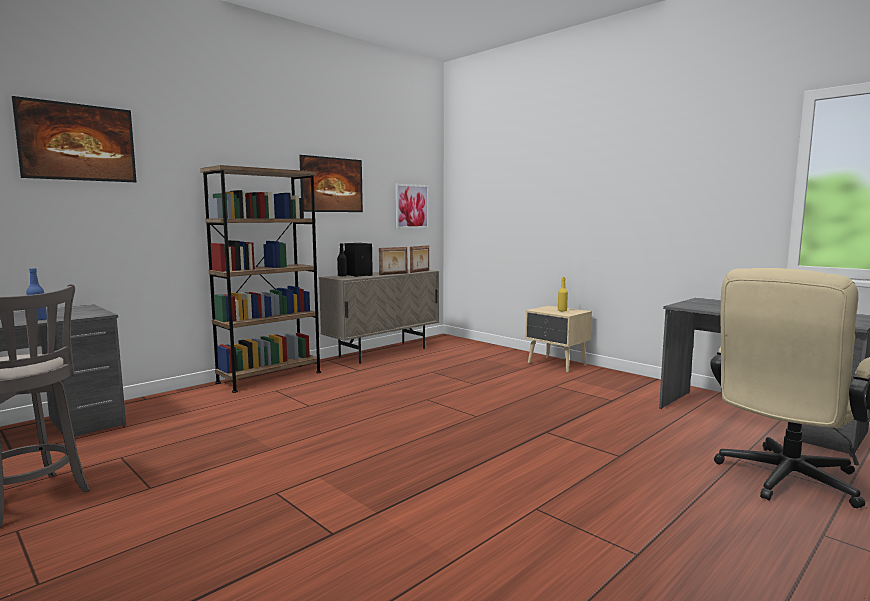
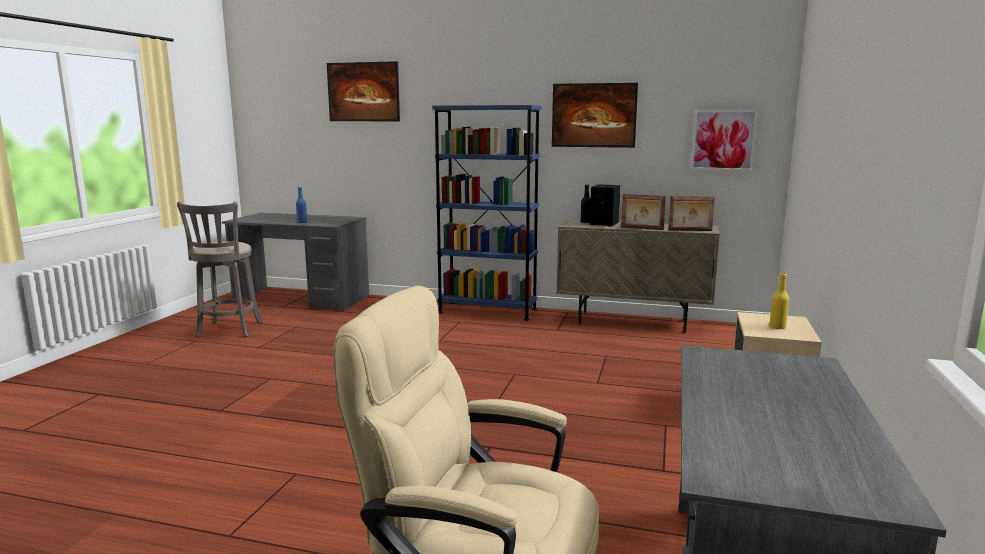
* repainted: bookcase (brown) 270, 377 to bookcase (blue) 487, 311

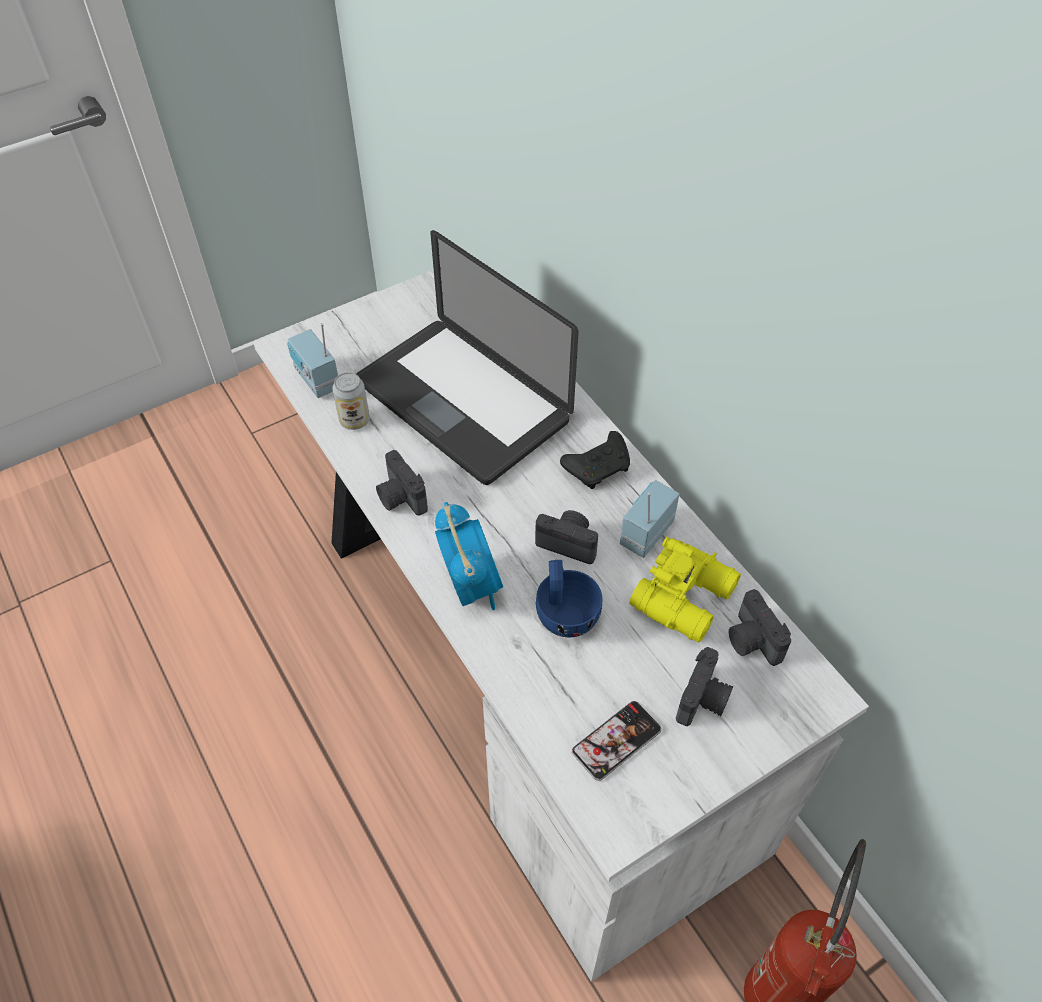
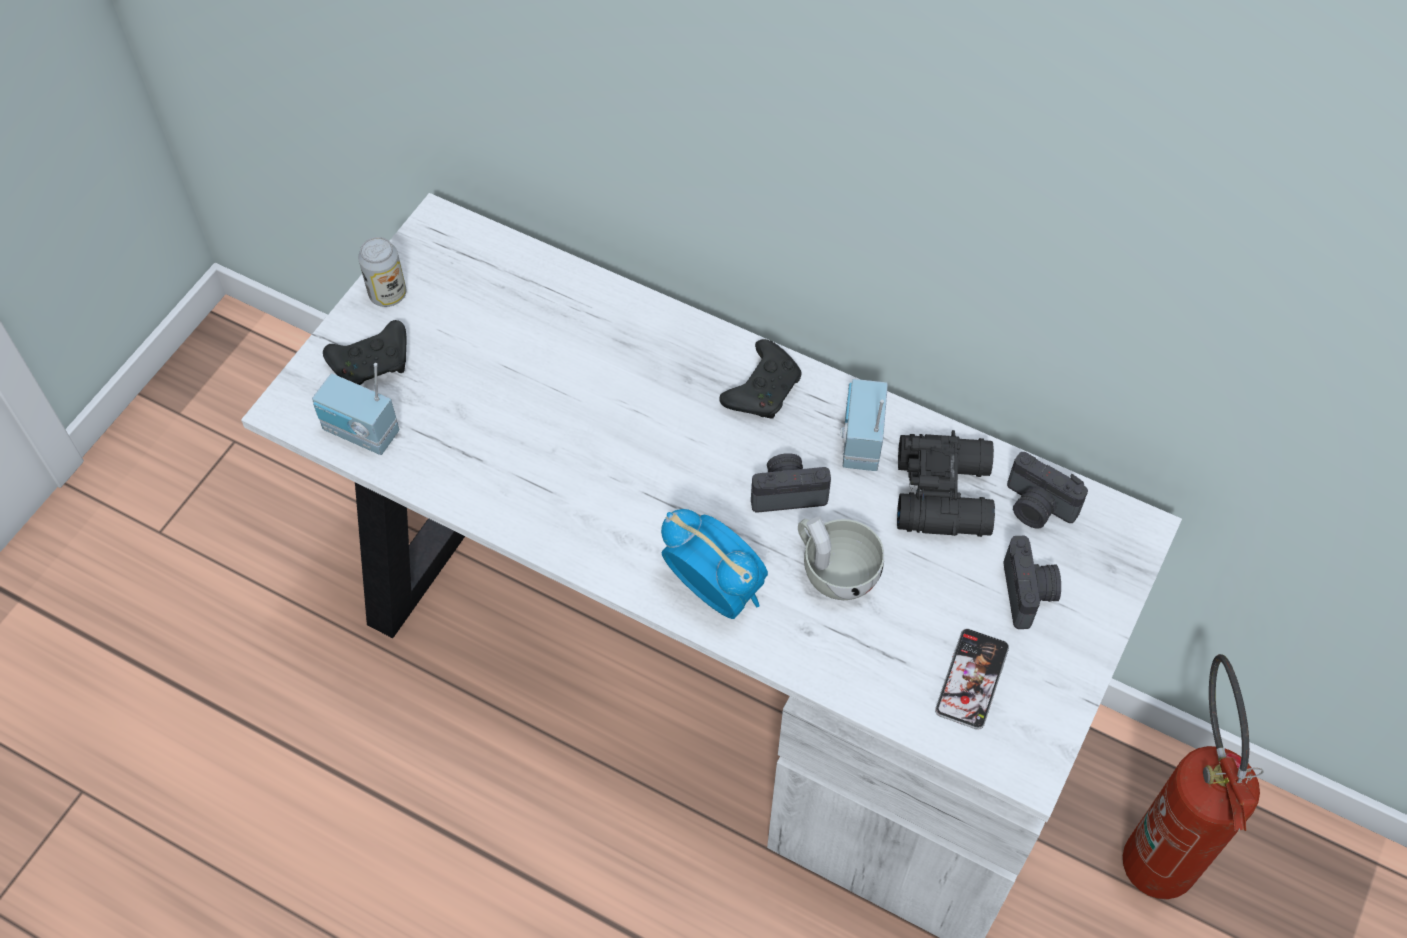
* gone: laptop 462, 402
* shifted: can 354, 420 to 388, 294
* gone: photo camera 400, 498
* repainted: binoculars (yellow) 686, 597 to binoculars (black) 945, 492
* repainted: cup (blue) 565, 611 to cup (white) 833, 570
* new: game controller (black) 373, 363

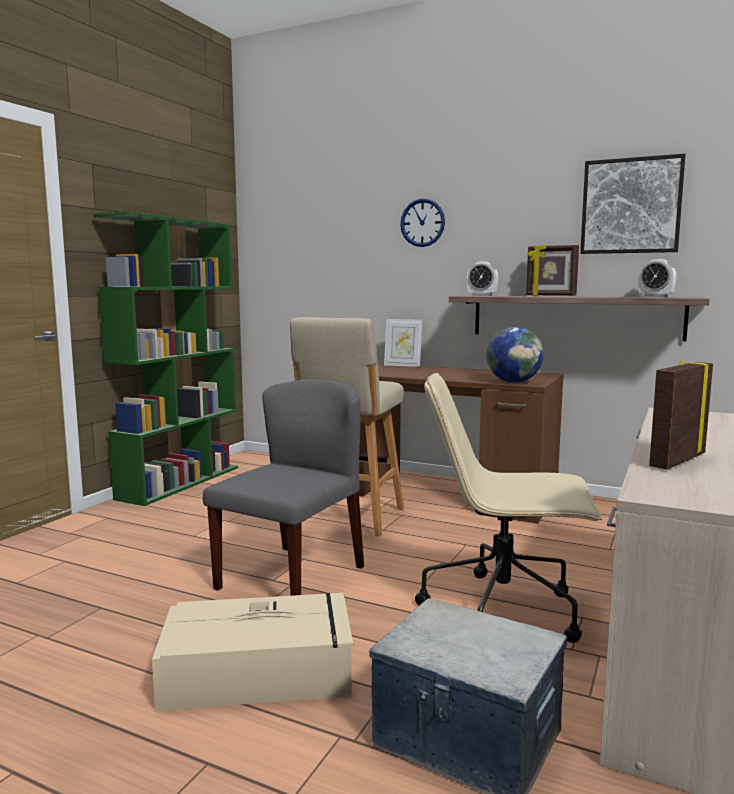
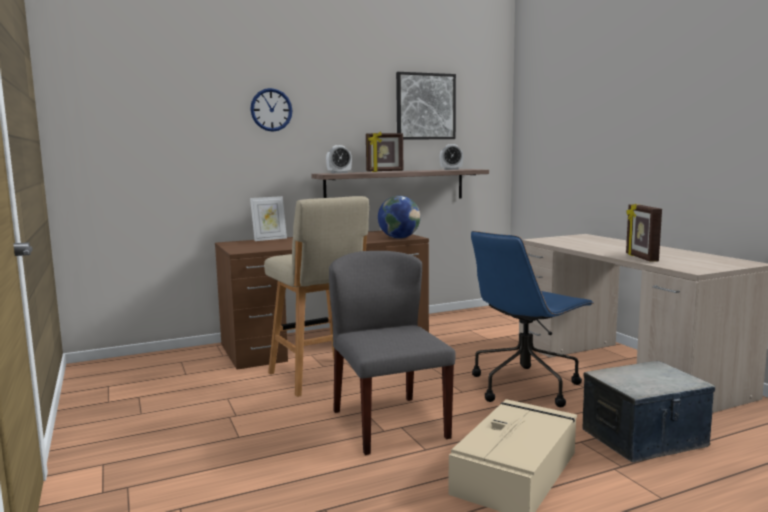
* gone: bookcase (green) 180, 482
* repainted: office chair (beige) 504, 611 to office chair (blue) 525, 385

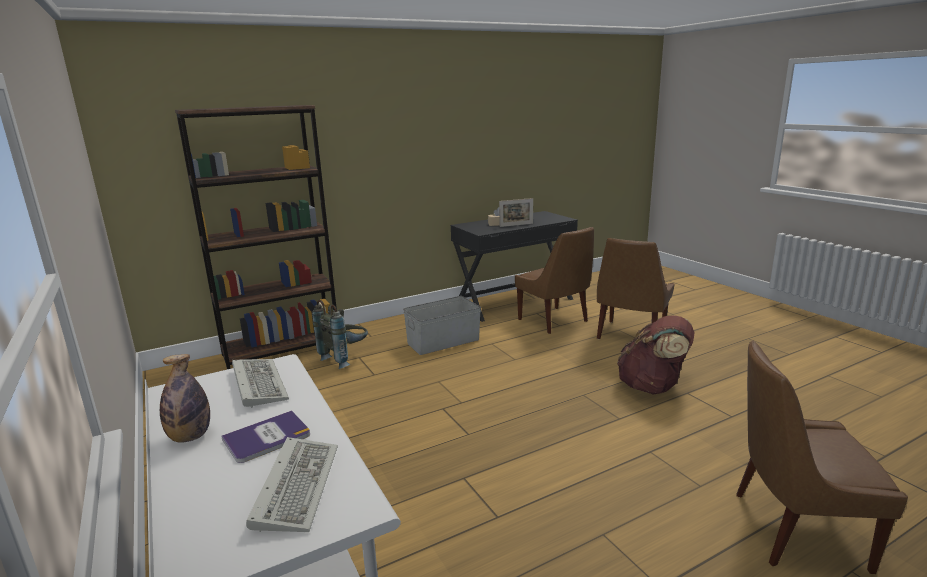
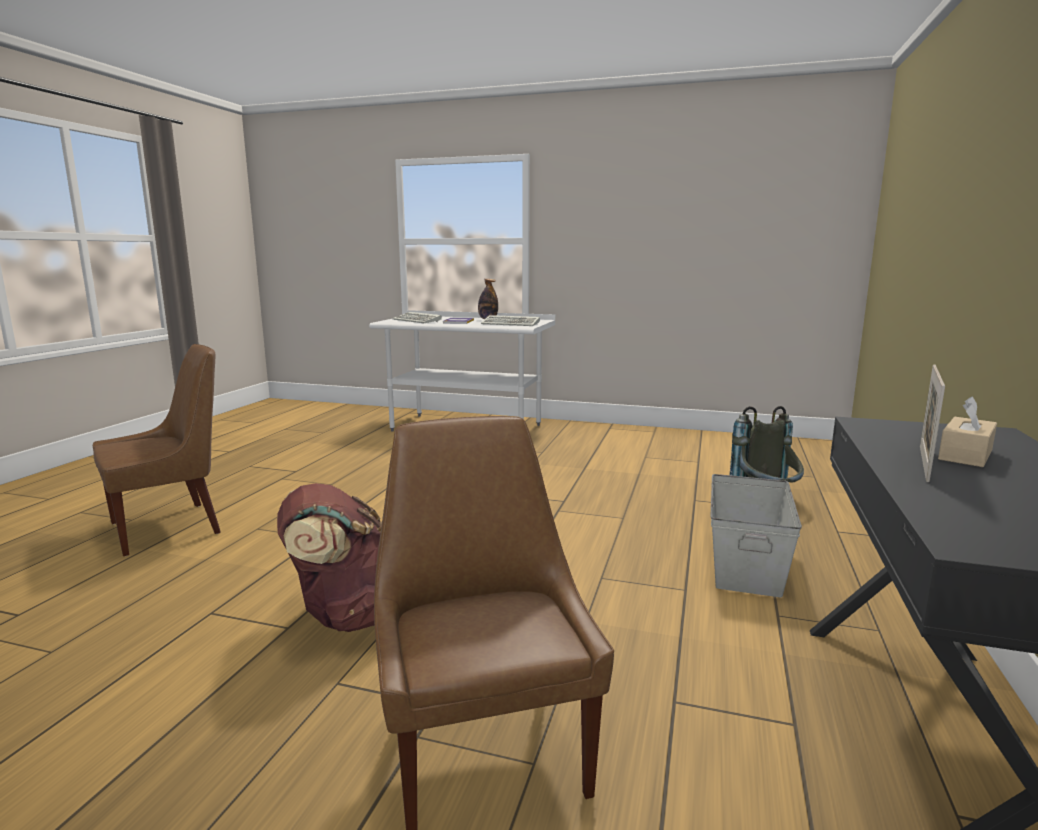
* gone: bookcase (brown) 282, 350
* gone: chair (brown) 554, 321

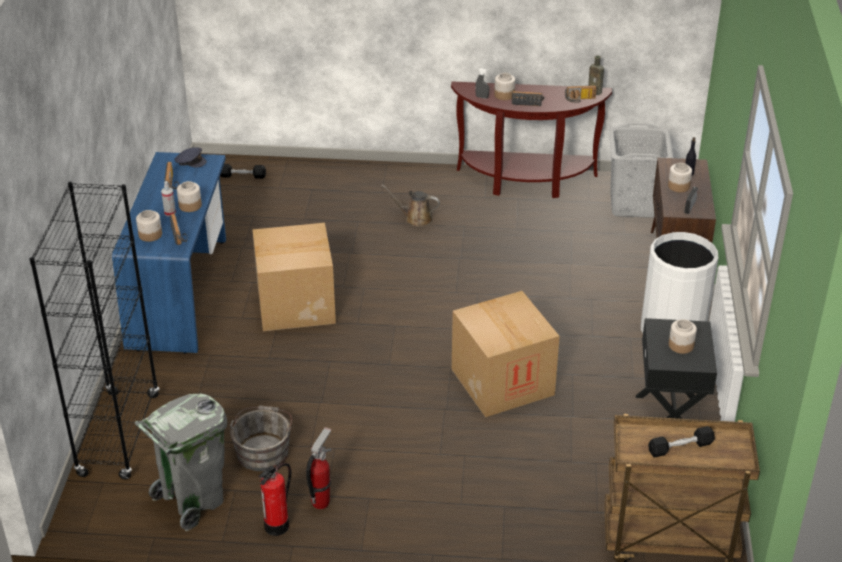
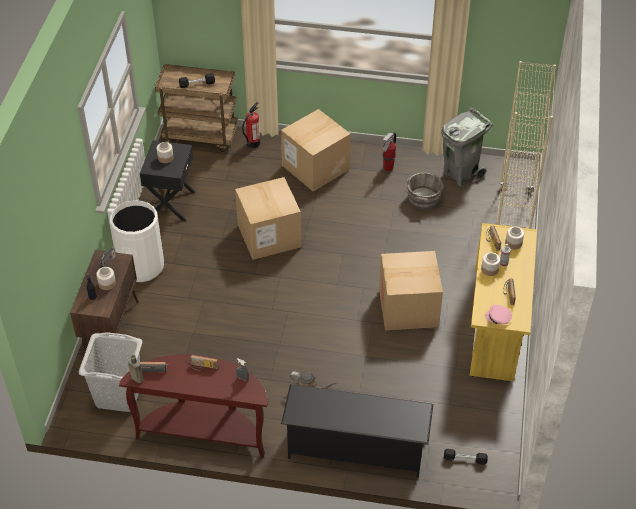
* gone: jar 504, 95
* repainted: cap (grey) 190, 161 to cap (pink) 498, 318
* repainted: desk (blue) 181, 292 to desk (yellow) 496, 325
* repainted: bookcase (black) 119, 435 to bookcase (beige) 513, 215
* shifted: fire extinguisher 277, 526 to 253, 143
* new: cardboard box 315, 167
* new: shoe rack (black) 356, 449

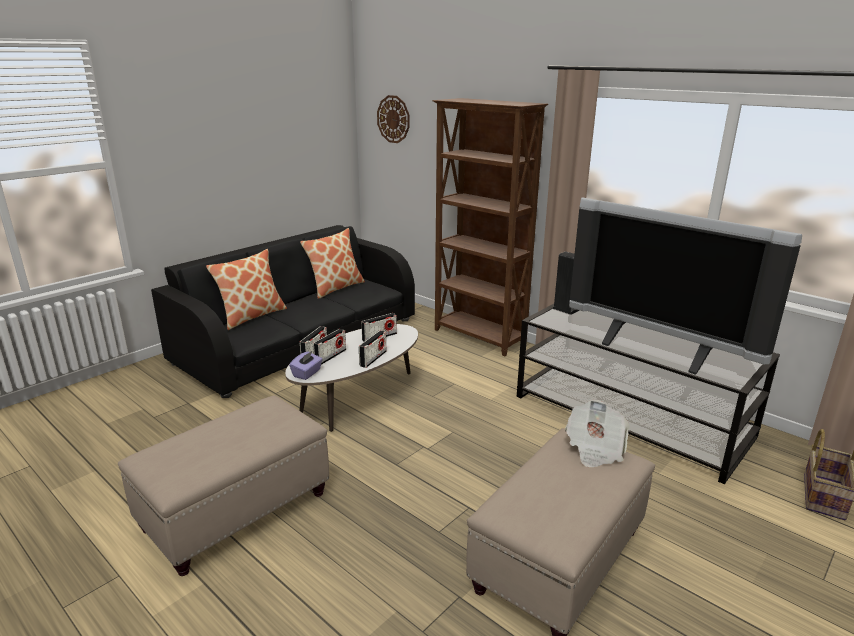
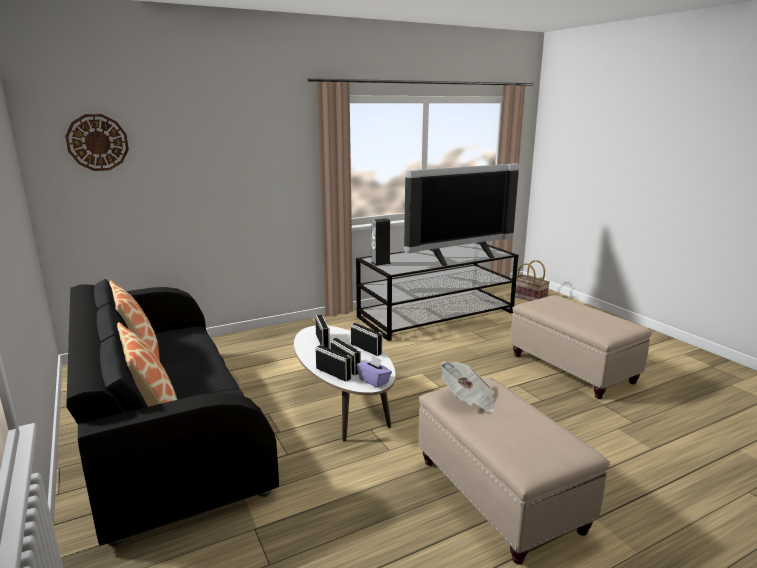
* gone: bookcase (brown) 479, 337
* shifted: newspaper 594, 449 to 468, 400

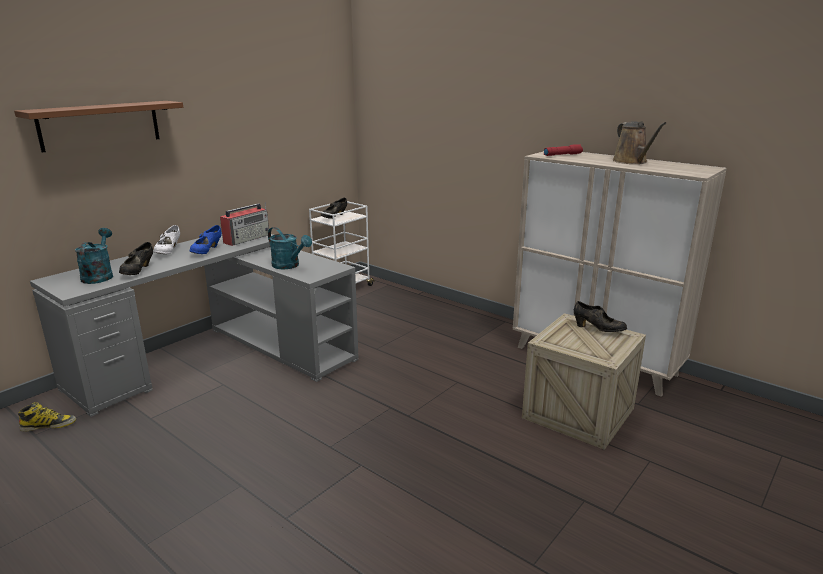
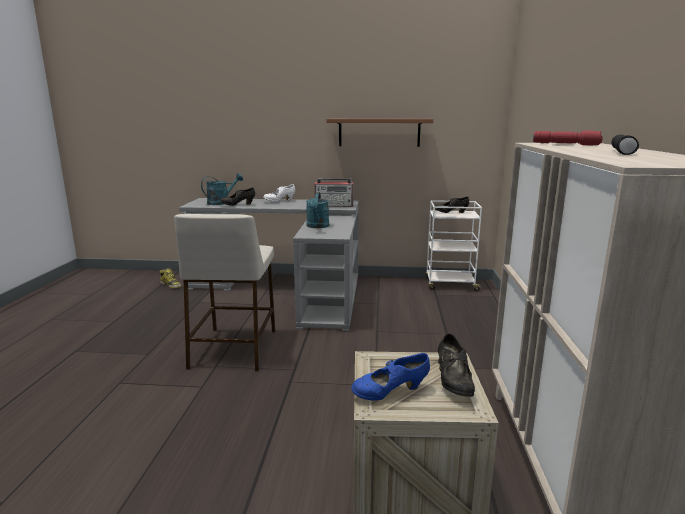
* shifted: shelf (brown) 100, 125 to 379, 132
* swapped: watering can (brown) 632, 162 to flashlight (black) 622, 152
* shifted: shoe (blue) 207, 251 to 390, 393
* new: stool (beige) 234, 348

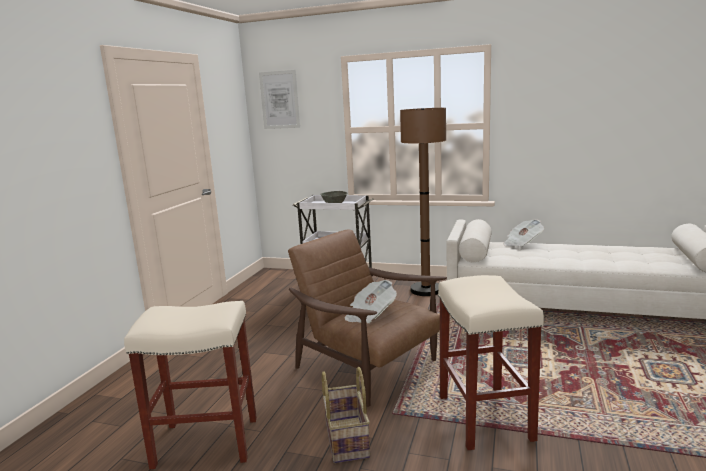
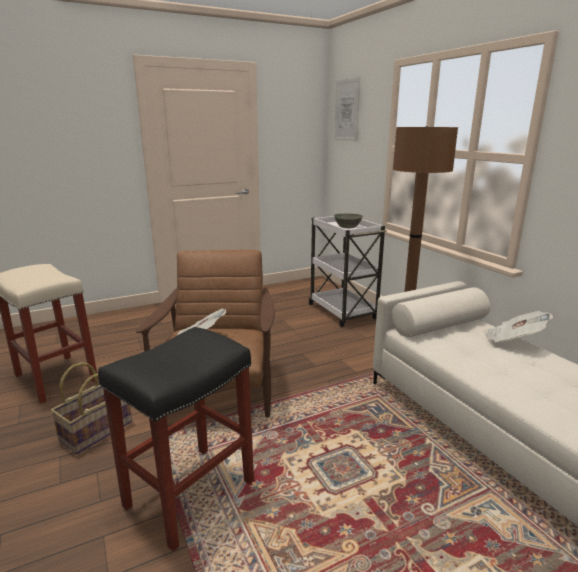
* repainted: stool (beige) 483, 416 to stool (black) 191, 492

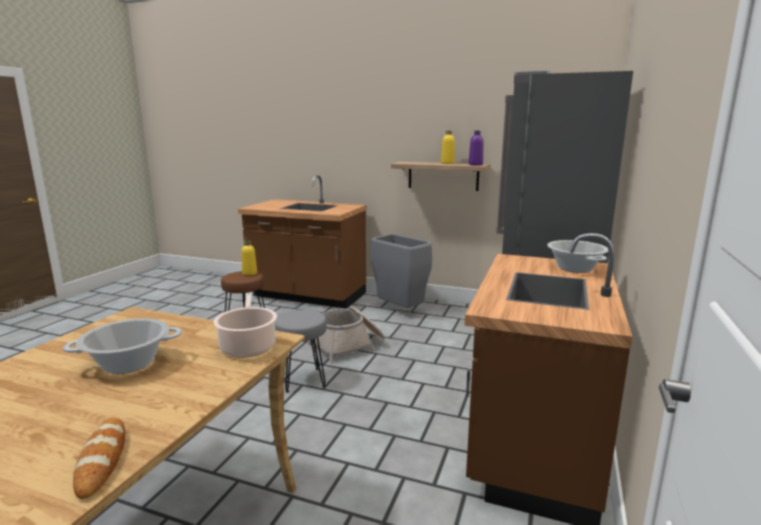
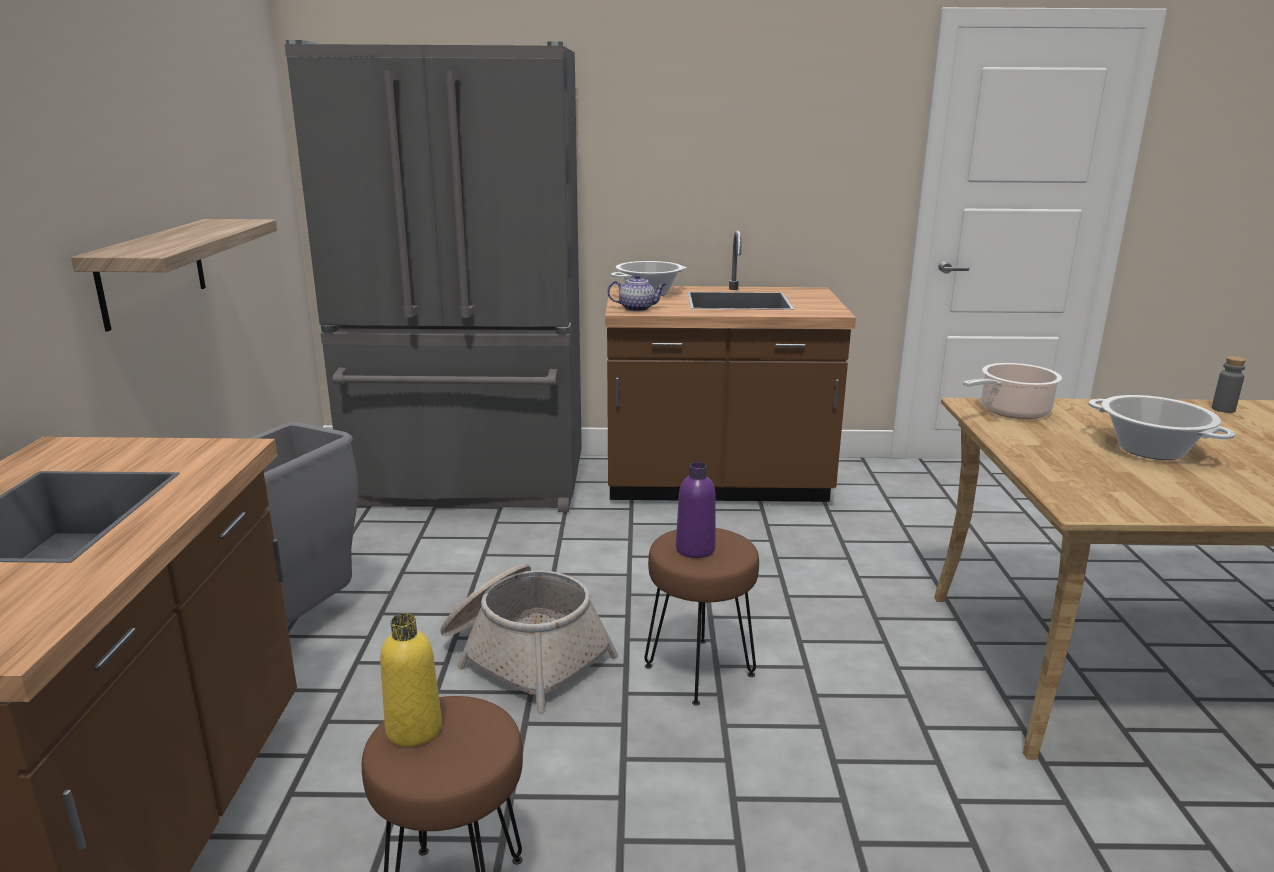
* gone: bottle (yellow) 447, 163
* shifted: bottle (purple) 475, 164 to 695, 549
* repainted: stool (grey) 303, 380 to stool (brown) 699, 669
* swapped: bread 102, 459 to bottle (grey) 1223, 409
* new: teapot 637, 308

